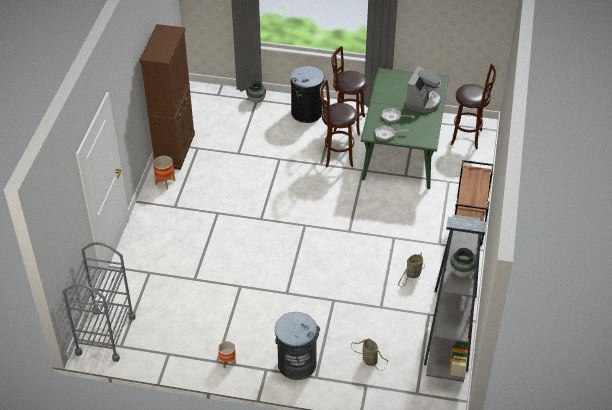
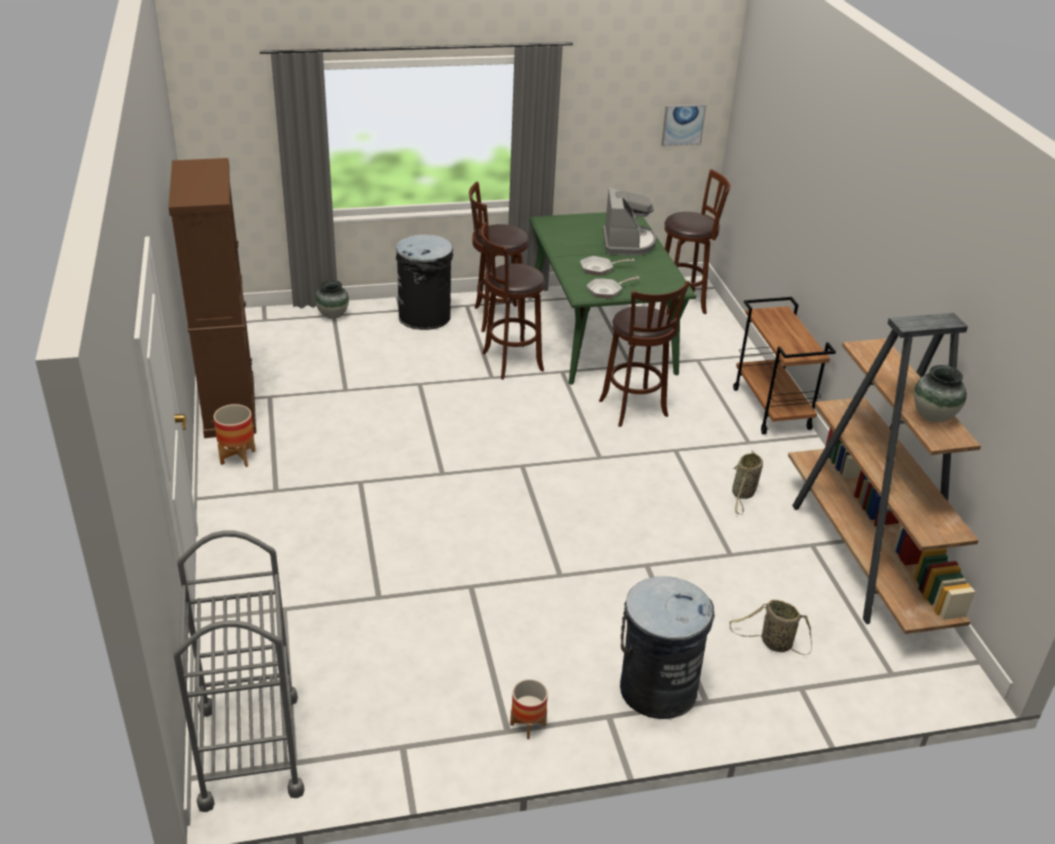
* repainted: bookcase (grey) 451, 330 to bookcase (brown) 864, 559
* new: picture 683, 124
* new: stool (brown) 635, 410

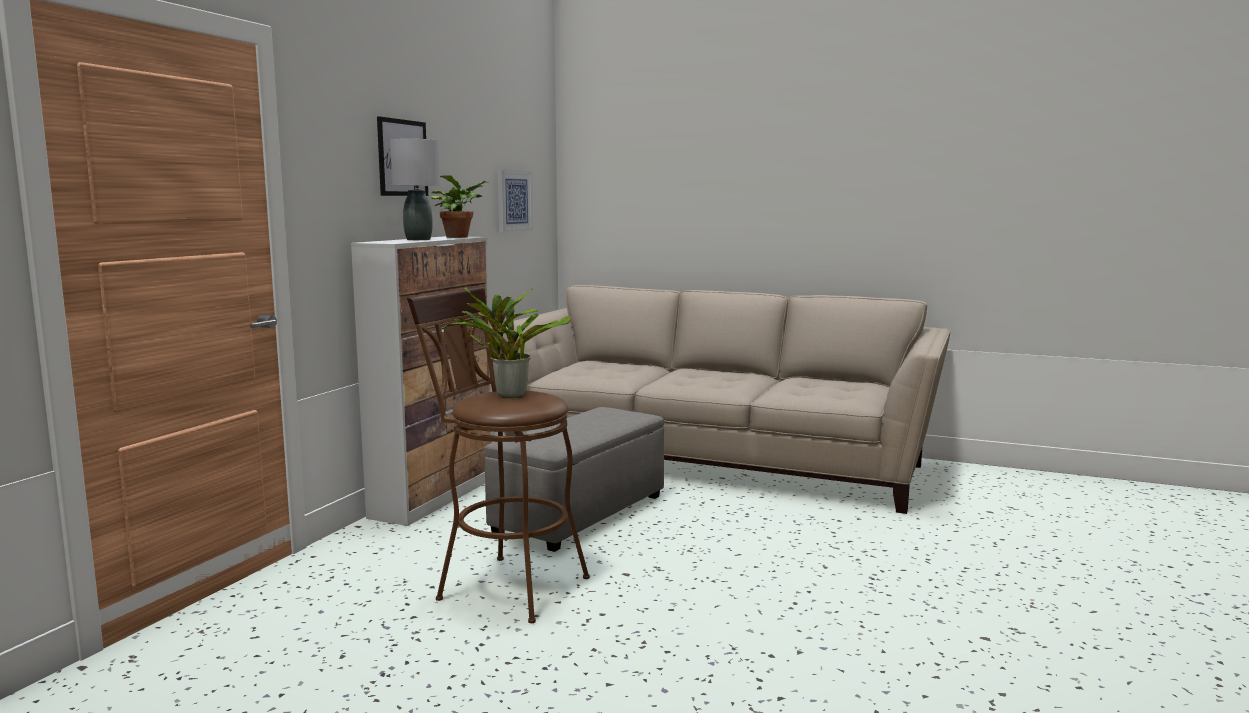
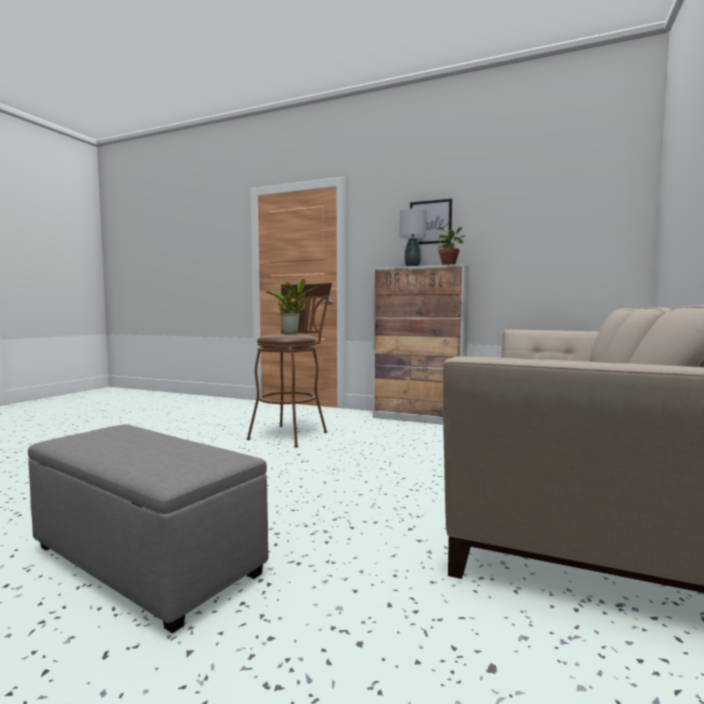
* gone: picture 514, 201
* shifted: ottoman (grey) 579, 515 to 144, 559

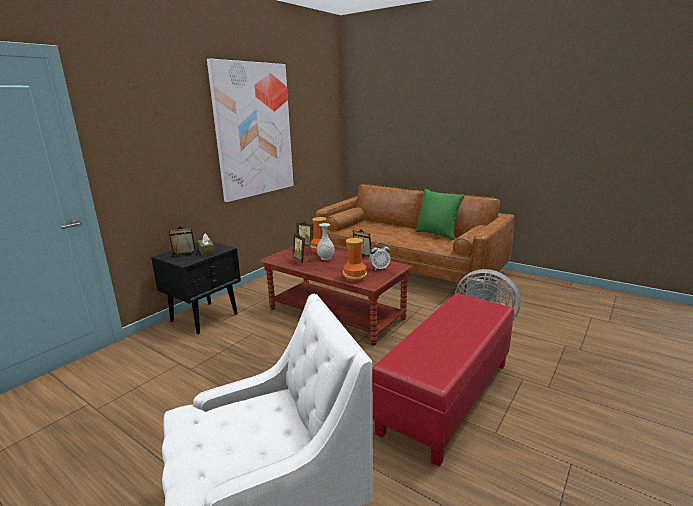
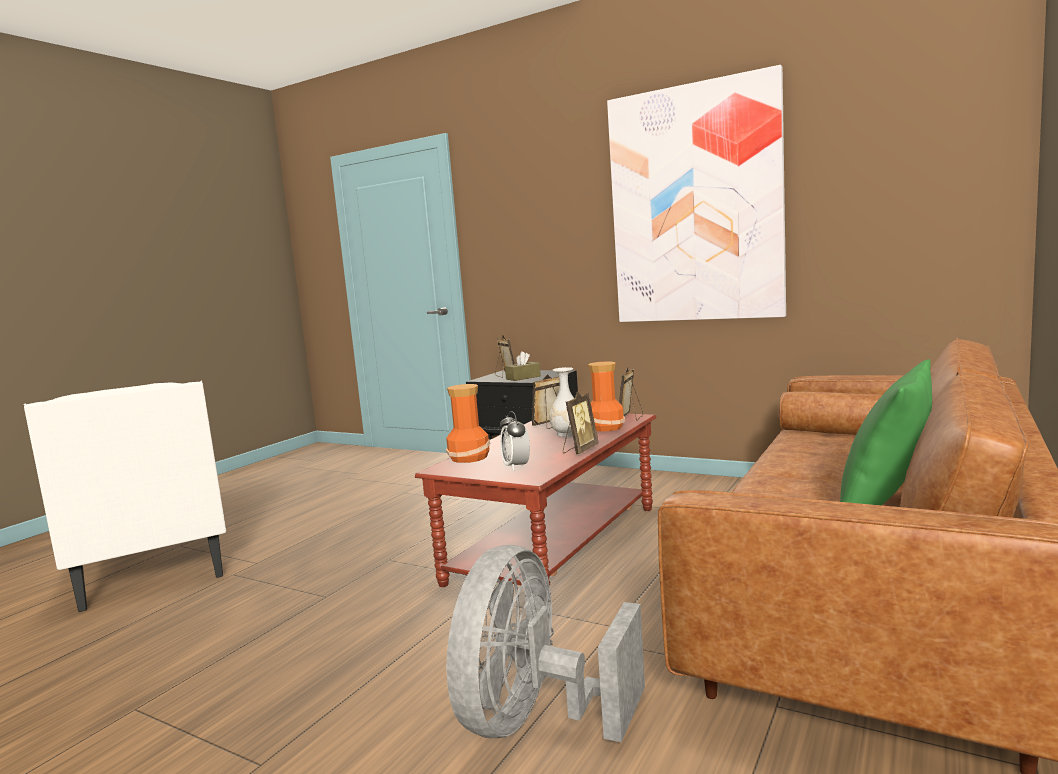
* gone: ottoman (red) 447, 397

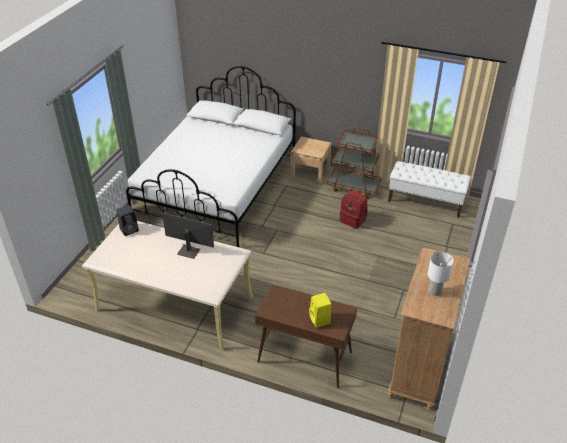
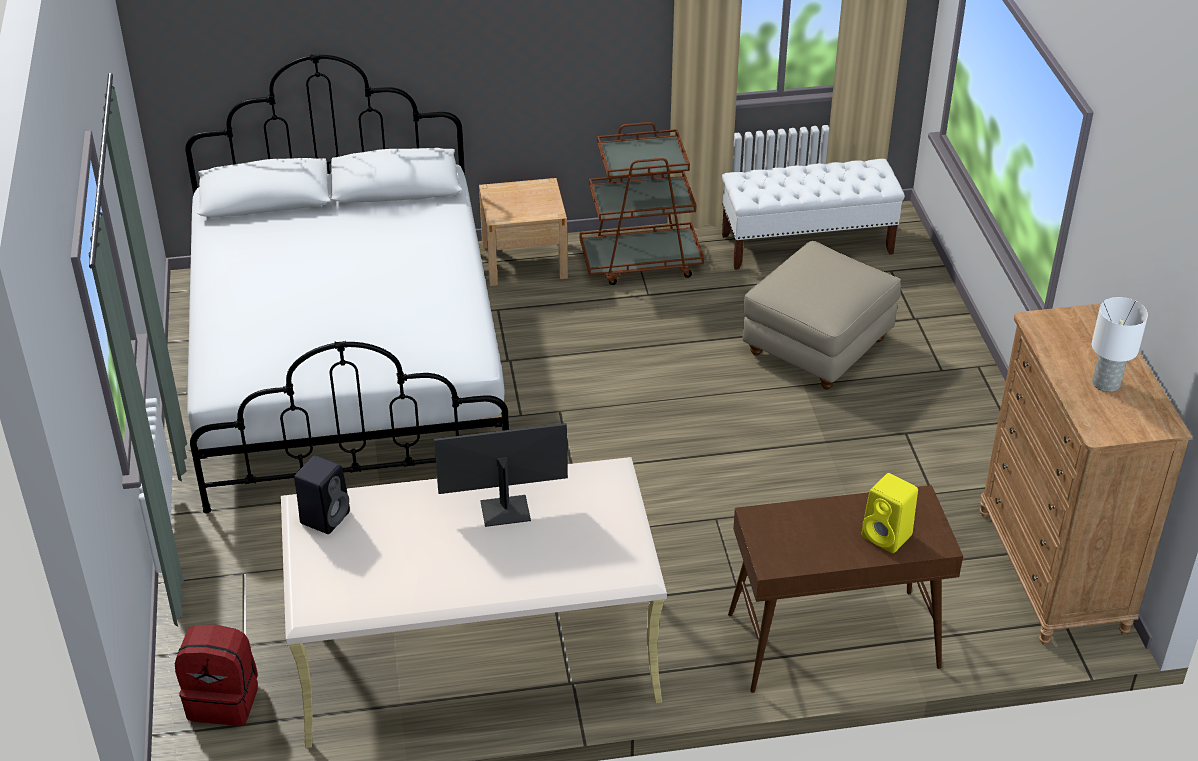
* shifted: backpack (red) 353, 220 to 224, 700
* new: ottoman (beige) 817, 347

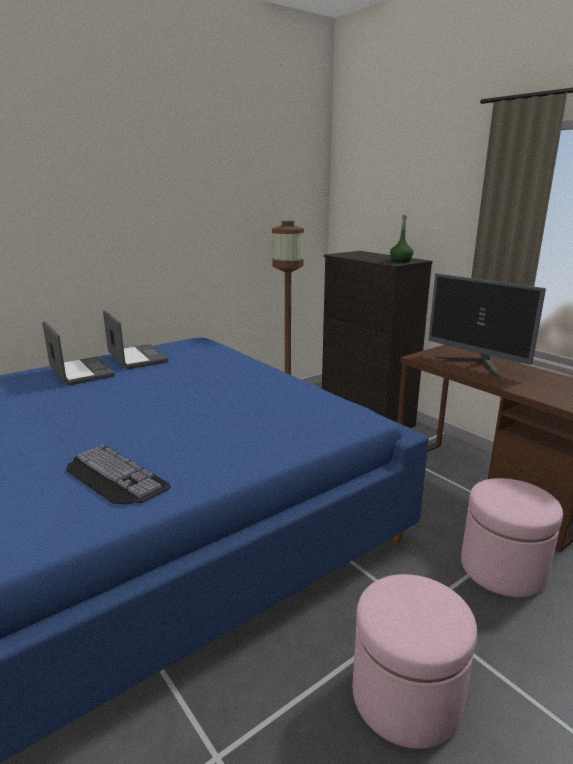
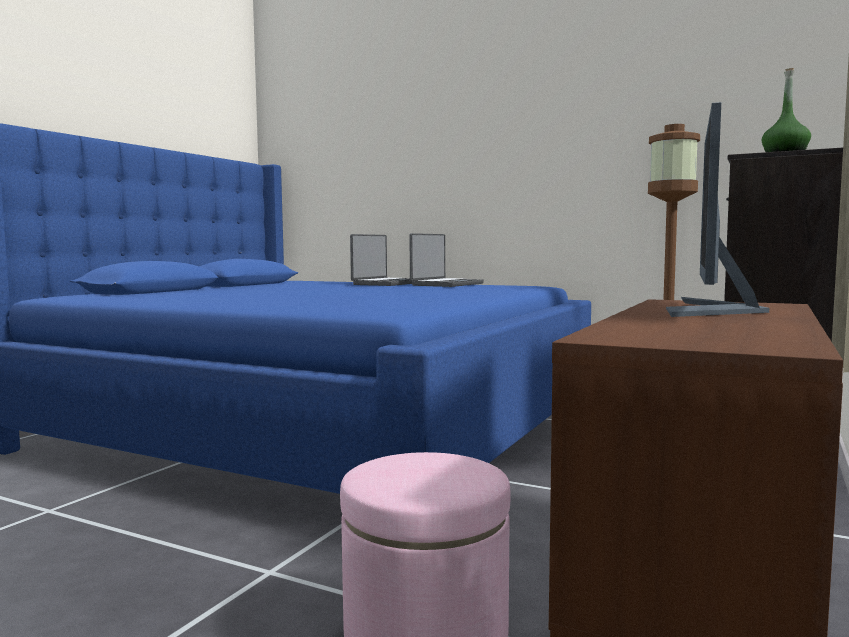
* gone: keyboard 112, 476
* gone: ottoman (pink) 406, 696

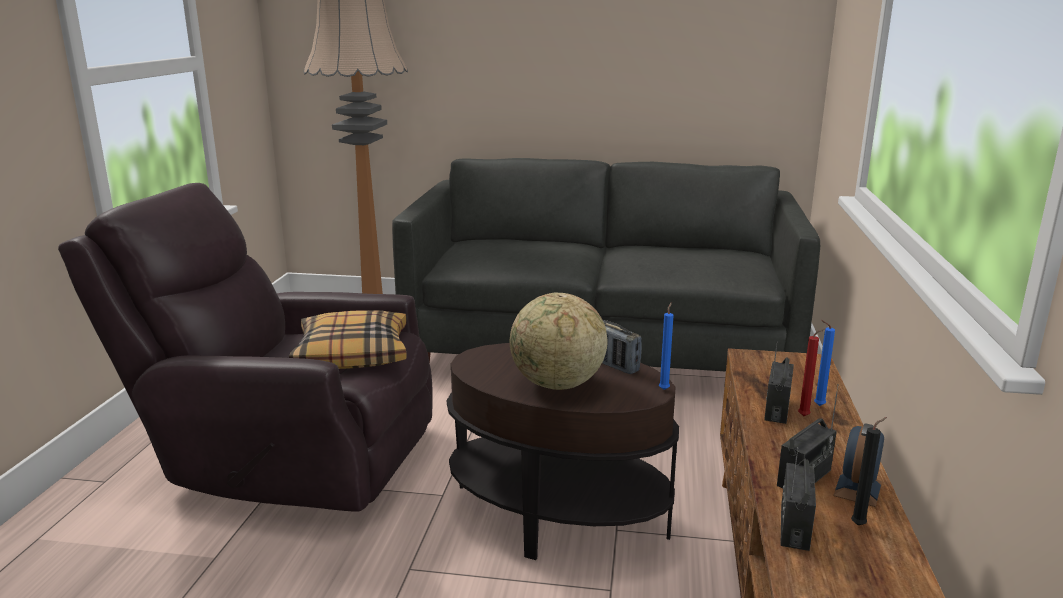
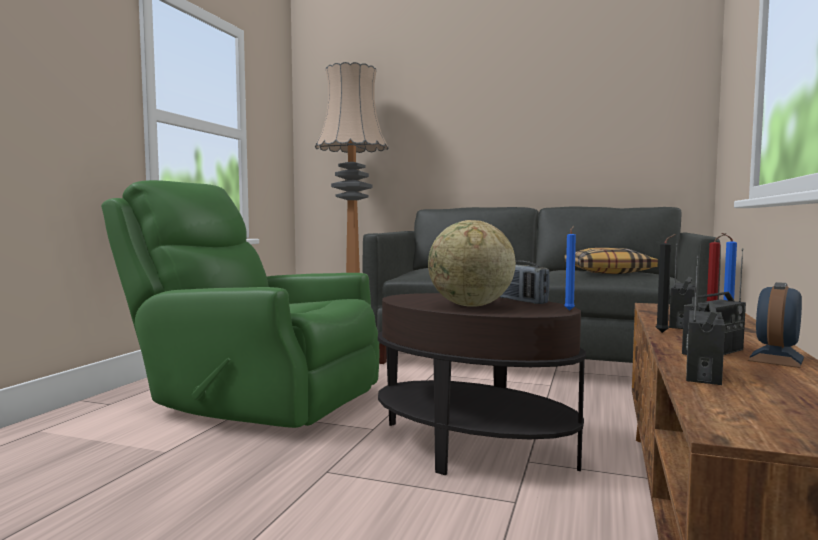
* repainted: armchair (brown) 285, 456 to armchair (green) 253, 399
* shifted: pillow 353, 354 to 607, 272
* shifted: candle (black) 860, 525 to 664, 332

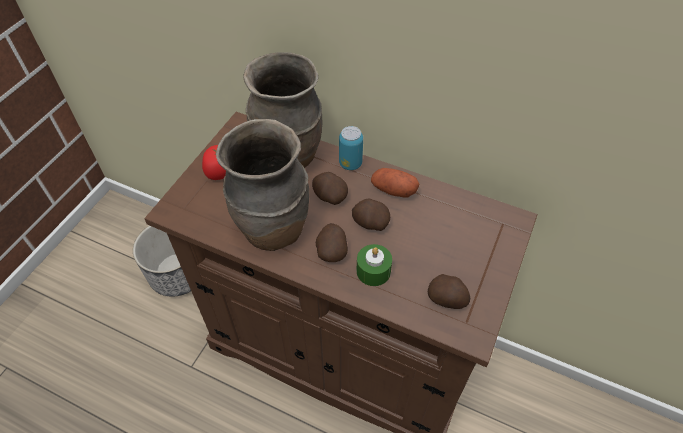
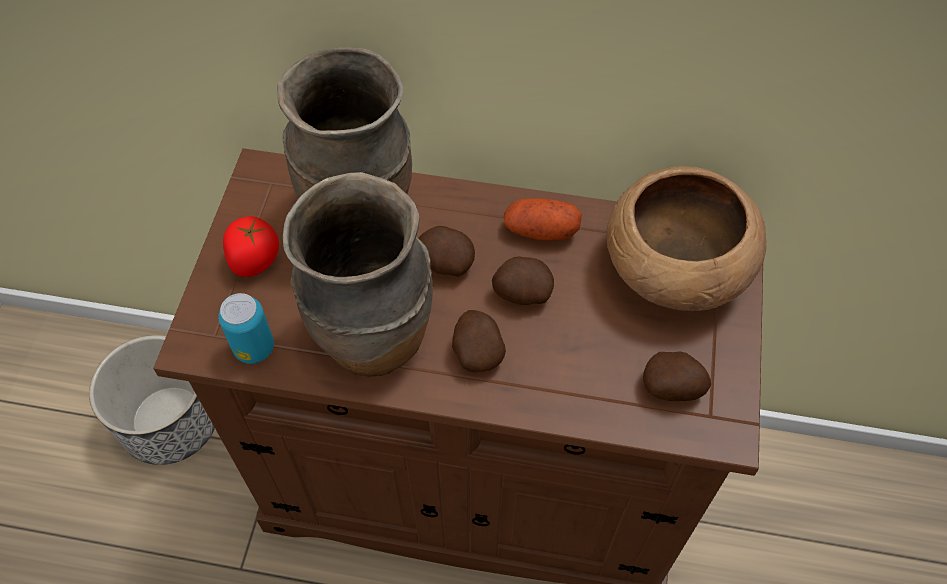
* shifted: can 350, 163 to 254, 348
* gone: candle (green) 373, 271
* new: bowl (brown) 673, 269

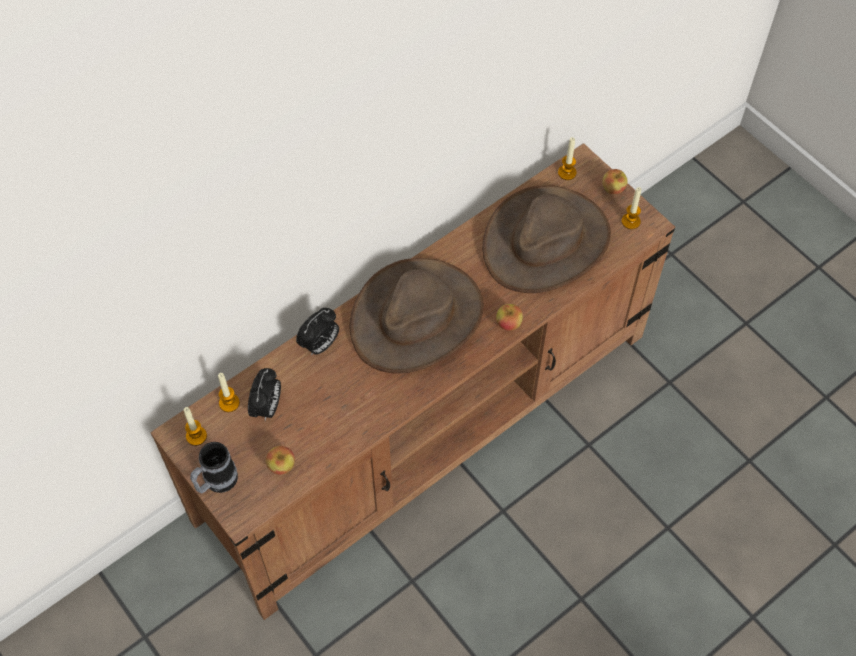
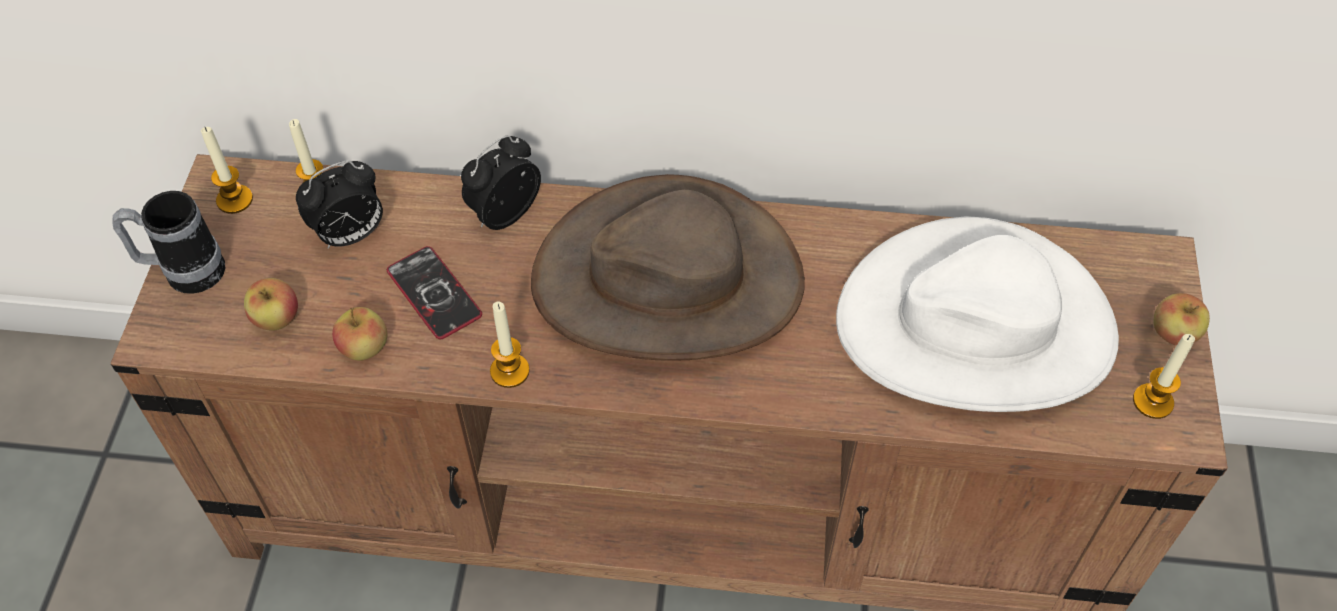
* shifted: candle 567, 172 to 510, 371
* repainted: hat (brown) 545, 241 to hat (white) 976, 325
* shifted: apple 508, 324 to 364, 348
* rotated: alarm clock 320, 345 = 504, 213 135 degrees clockwise
* new: phone 434, 293

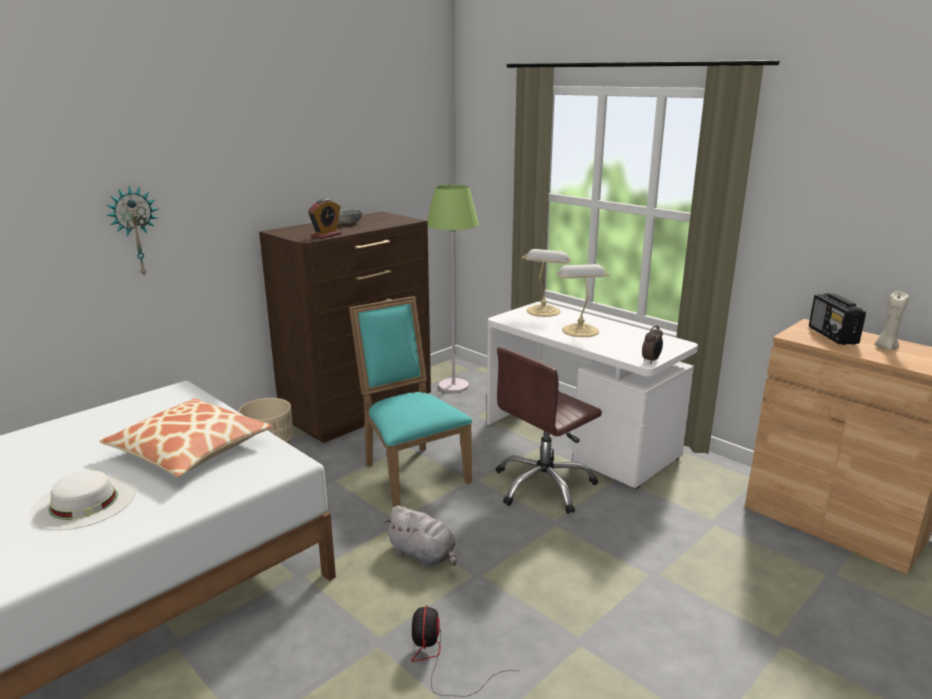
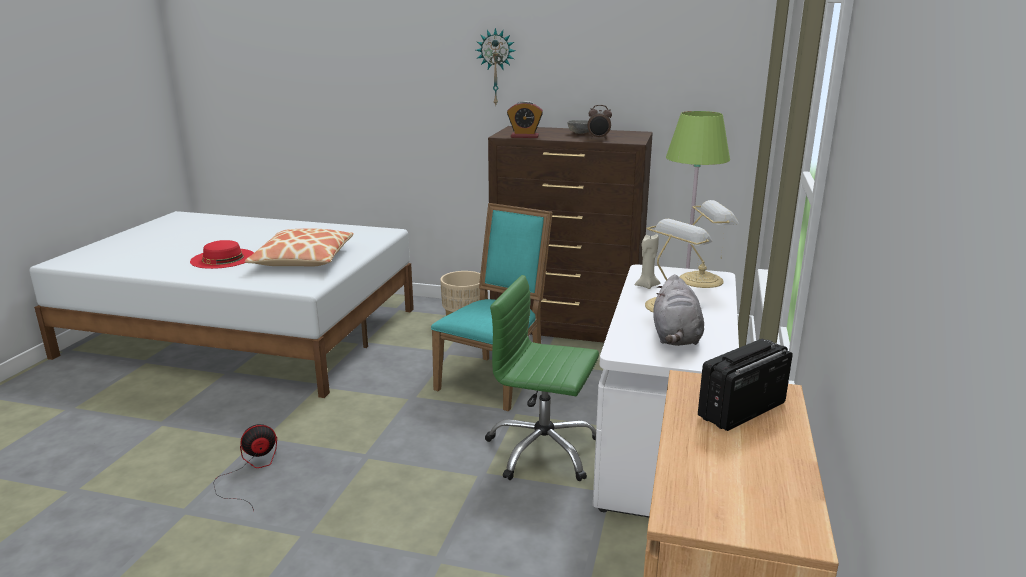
* shifted: wall clock 135, 231 to 496, 67
* shifted: candle (beige) 886, 347 to 646, 285
* shifted: alarm clock 651, 360 to 598, 138
* repainted: office chair (brown) 544, 486 to office chair (green) 543, 450
* repainted: hat (white) 84, 502 to hat (red) 223, 258
* shifted: plush toy (grey) 424, 555 to 676, 337

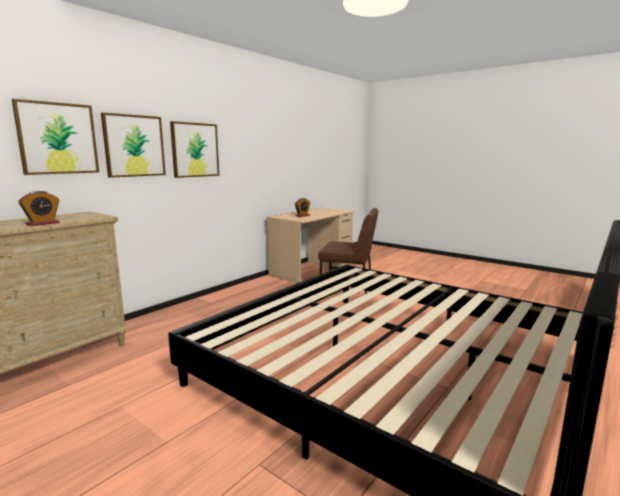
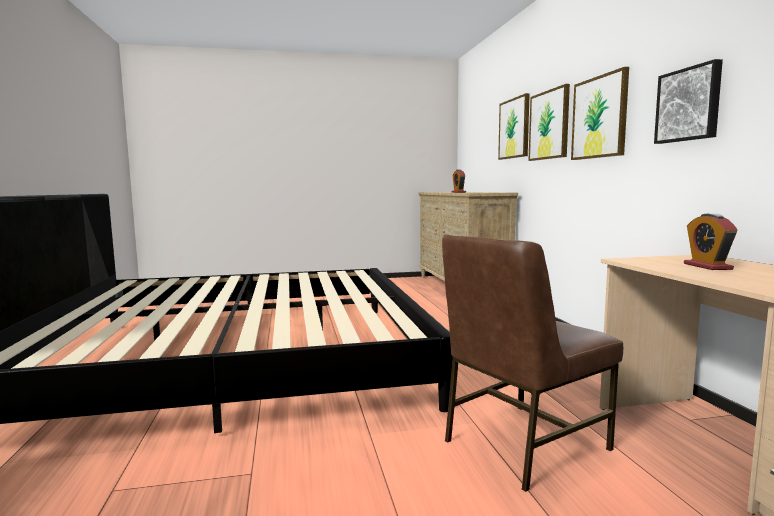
* new: picture 689, 104

